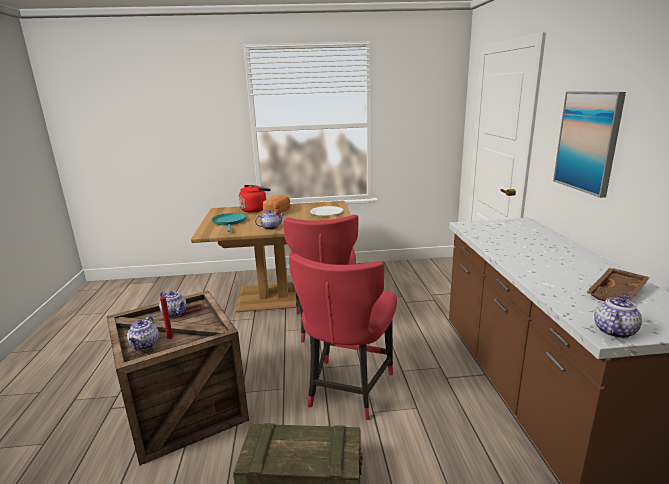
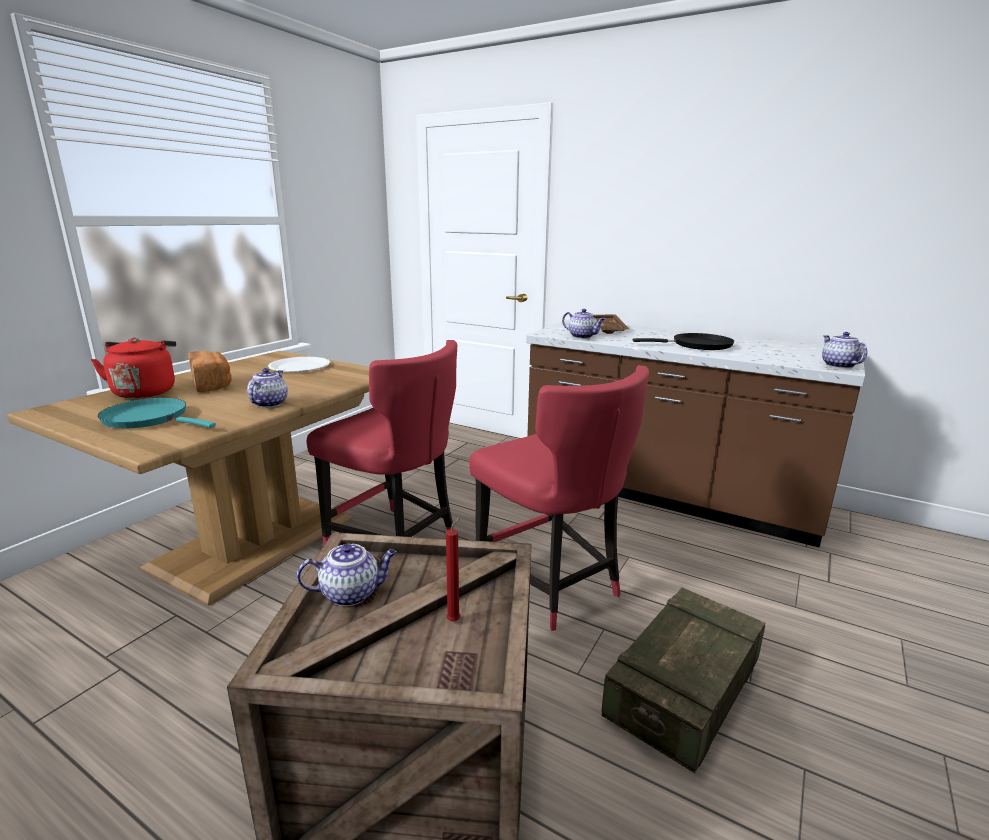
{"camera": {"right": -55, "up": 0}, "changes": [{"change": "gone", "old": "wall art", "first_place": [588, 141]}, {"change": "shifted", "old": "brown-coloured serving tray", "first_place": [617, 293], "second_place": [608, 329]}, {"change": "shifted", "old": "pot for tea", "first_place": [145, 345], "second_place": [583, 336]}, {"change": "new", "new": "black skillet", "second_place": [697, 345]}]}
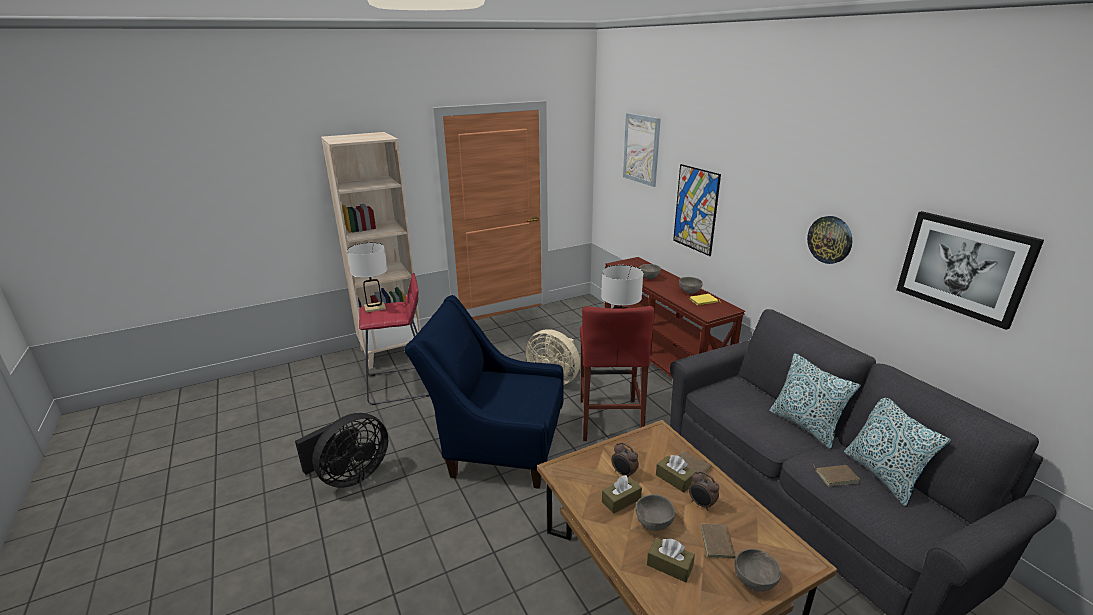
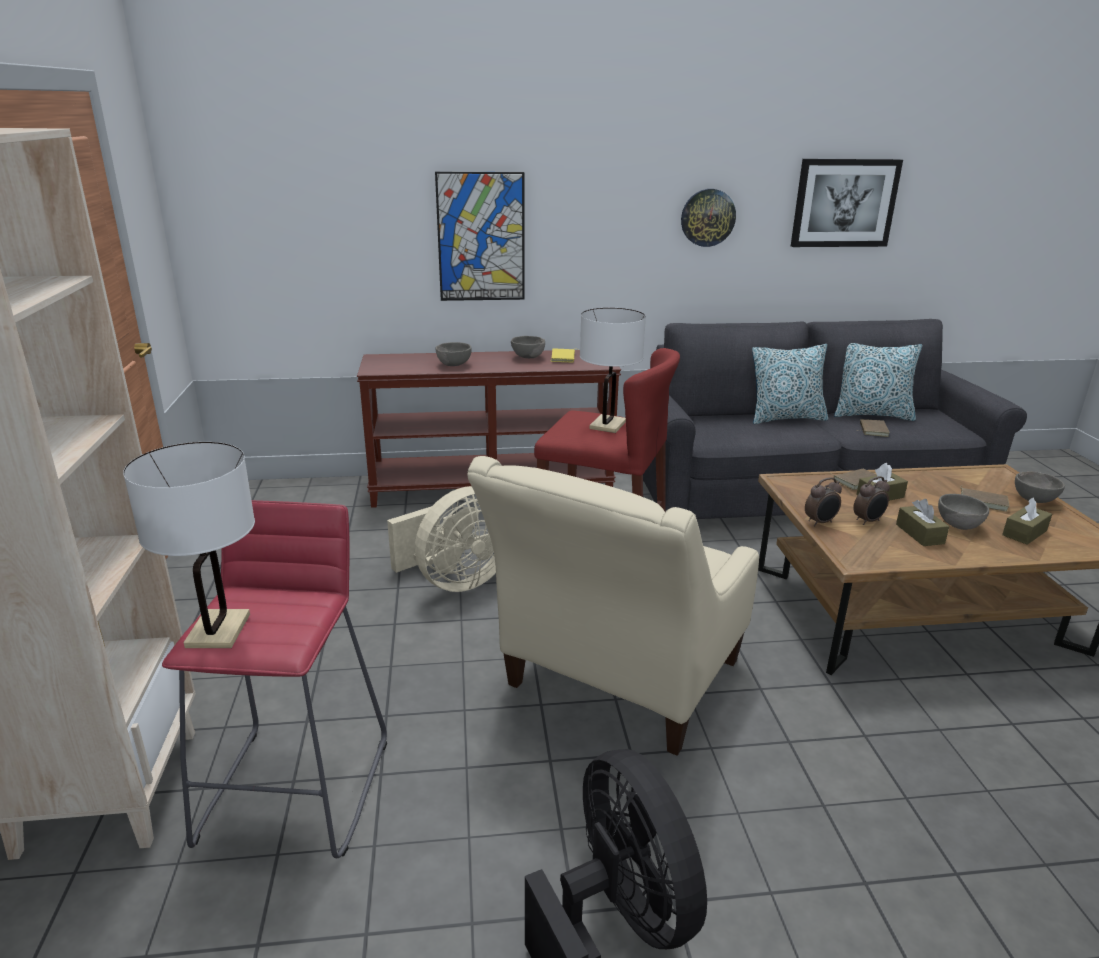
{"camera": {"right": -70, "up": 0}, "changes": [{"change": "gone", "old": "wall art", "first_place": [641, 149]}, {"change": "repainted", "old": "bluish easy chair", "new": "beige easy chair", "first_place": [497, 447], "second_place": [615, 683]}, {"change": "shifted", "old": "alarm clock", "first_place": [701, 504], "second_place": [820, 522]}]}
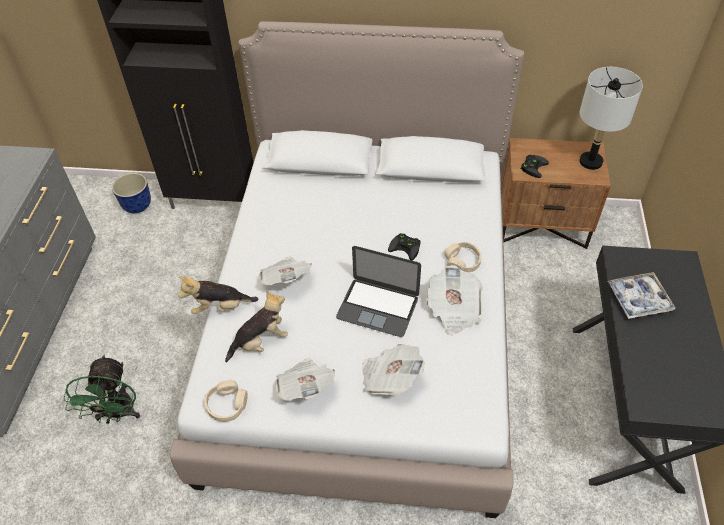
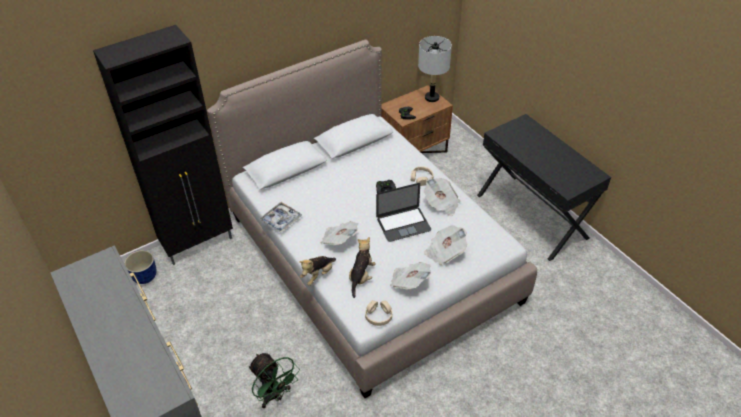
{"camera": {"right": -40, "up": -5}, "changes": [{"change": "shifted", "old": "serving tray", "first_place": [638, 299], "second_place": [281, 220]}]}
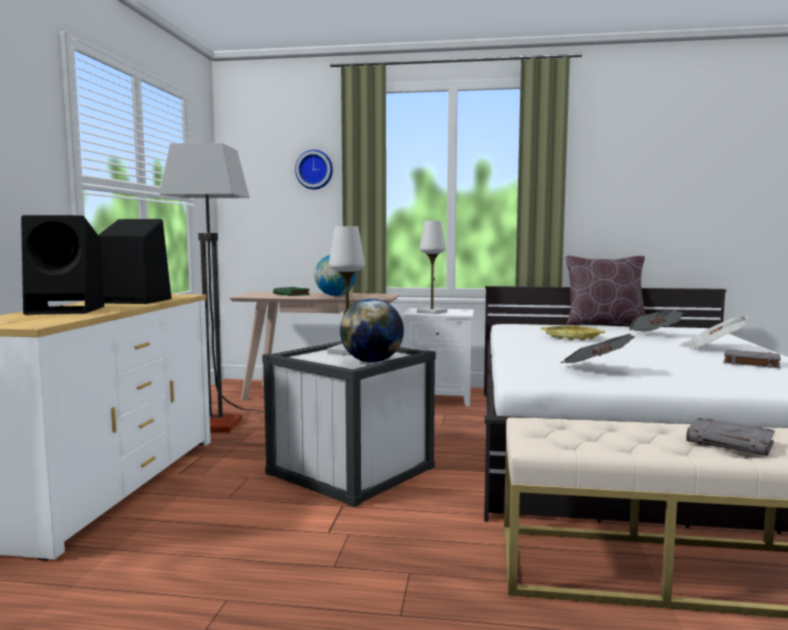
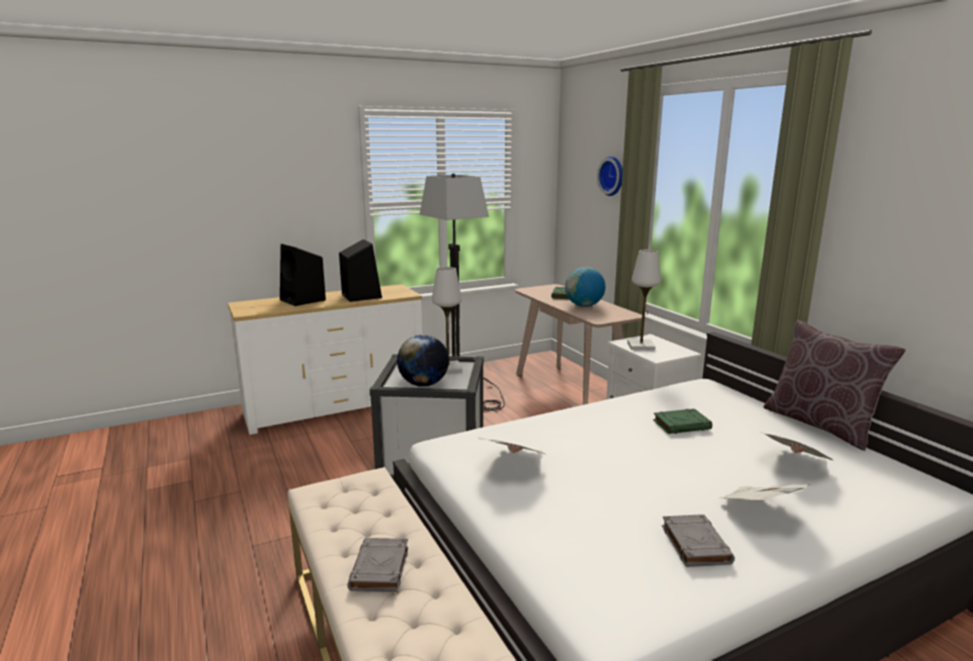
{"camera": {"right": 55, "up": 10}, "changes": [{"change": "swapped", "old": "yellowish serving tray", "new": "greenish volume", "first_place": [571, 337], "second_place": [682, 425]}]}
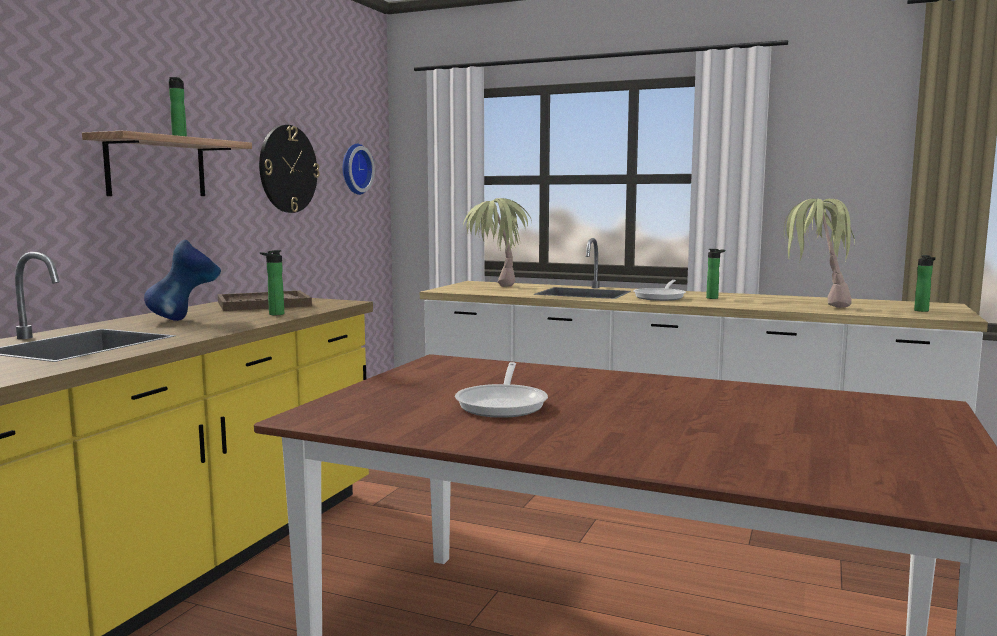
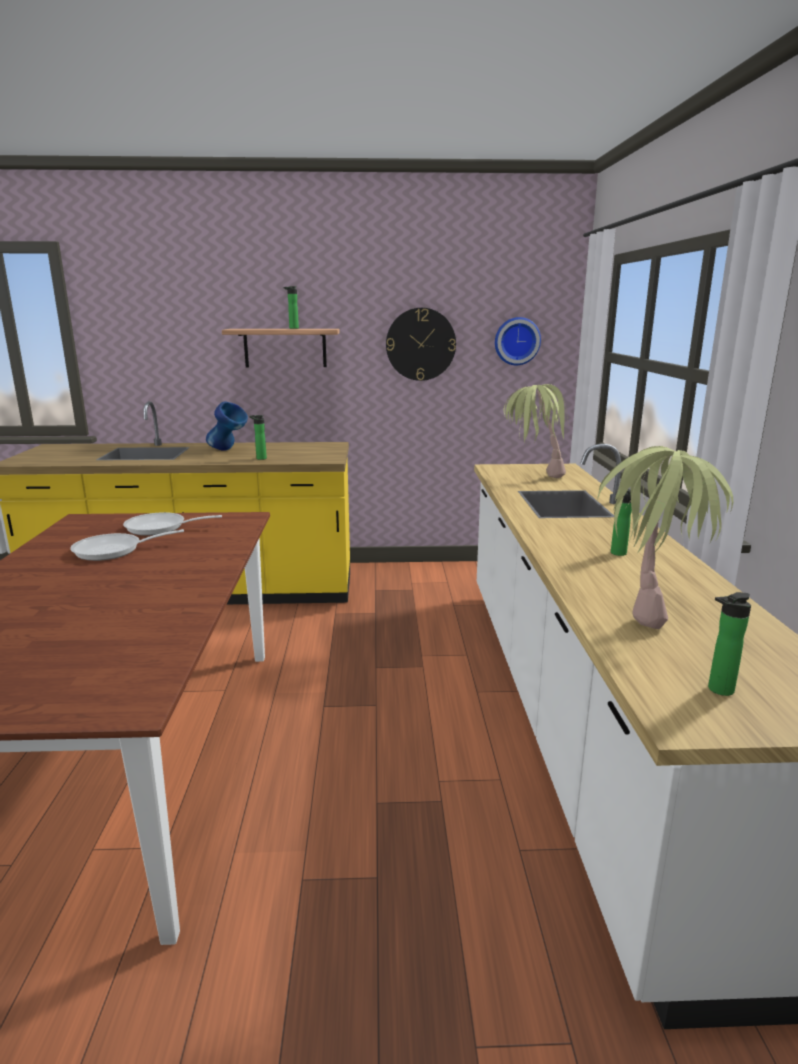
{"camera": {"right": 65, "up": 10}, "changes": [{"change": "shifted", "old": "skillet", "first_place": [661, 297], "second_place": [161, 528]}, {"change": "gone", "old": "brown-coloured serving tray", "first_place": [263, 304]}]}
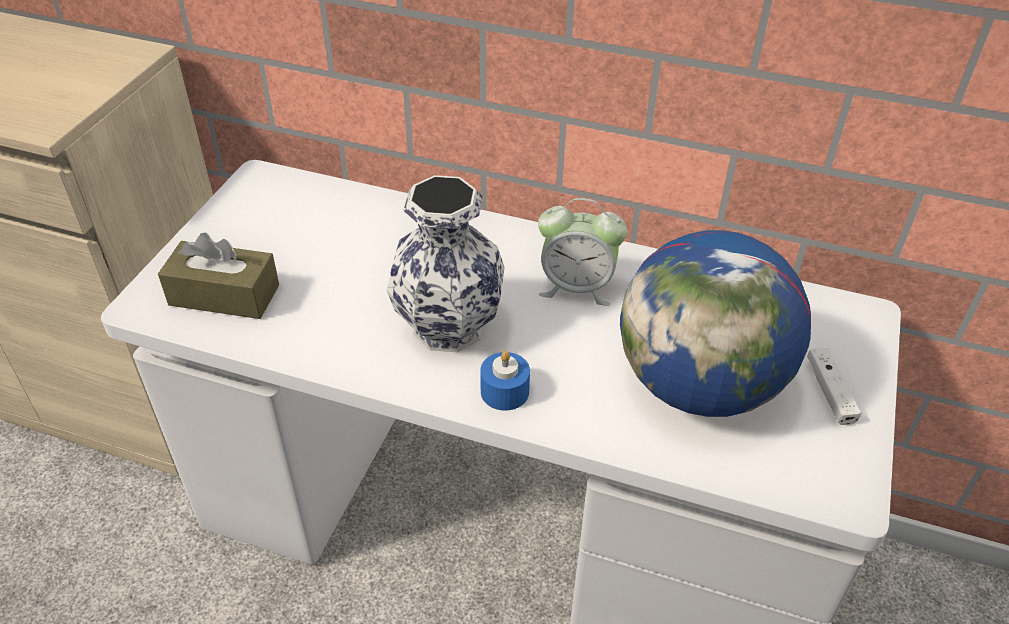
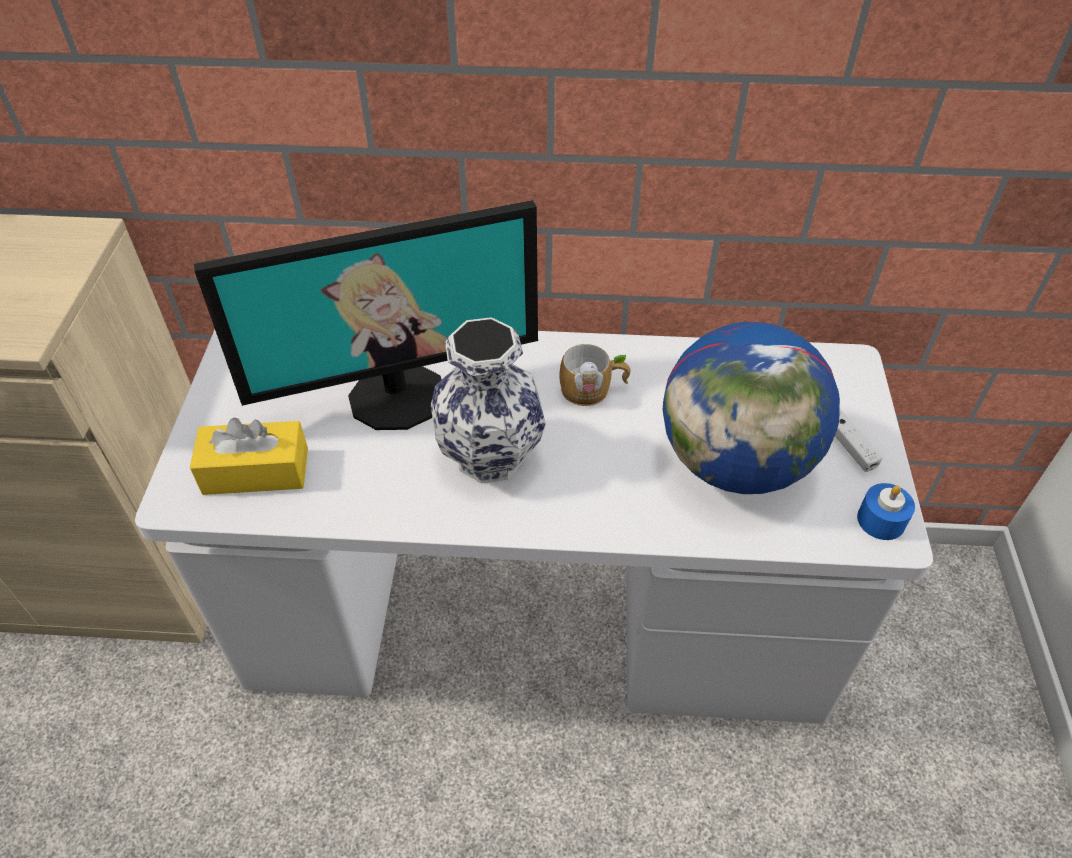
{"camera": {"right": -15, "up": 5}, "changes": [{"change": "swapped", "old": "alarm clock", "new": "mug", "first_place": [577, 287], "second_place": [594, 389]}, {"change": "repainted", "old": "brown-coloured tissue holder", "new": "yellowish tissue holder", "first_place": [224, 295], "second_place": [256, 471]}, {"change": "shifted", "old": "bluish wax candle", "first_place": [504, 391], "second_place": [881, 520]}, {"change": "new", "new": "computer display", "second_place": [397, 395]}]}
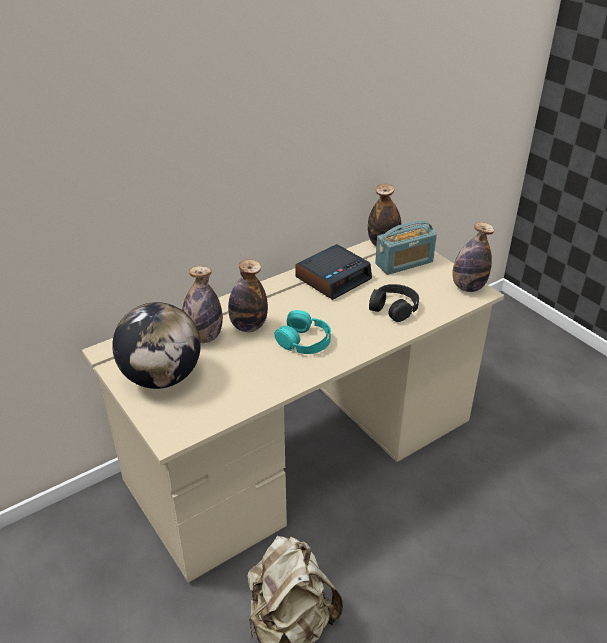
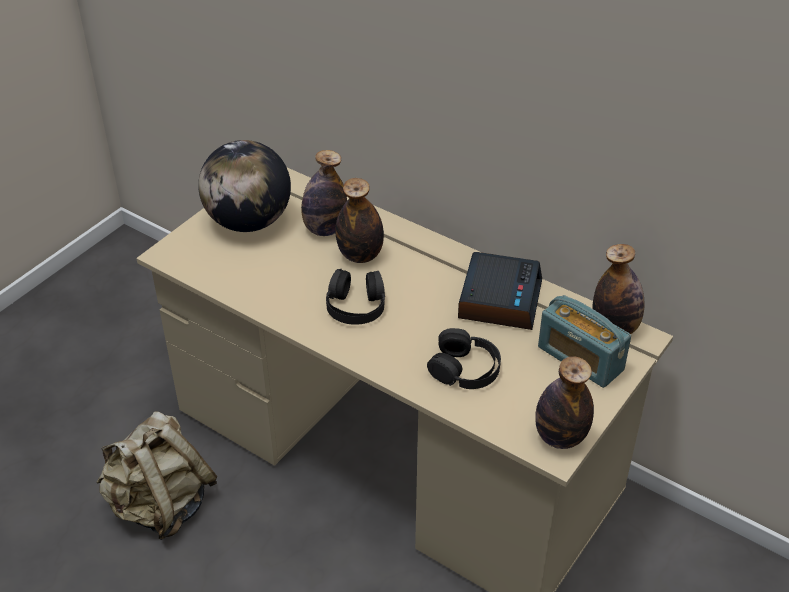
{"camera": {"right": 70, "up": 5}, "changes": [{"change": "rotated", "old": "alarm clock", "first_place": [333, 278], "second_place": [499, 299], "degrees": -105}, {"change": "repainted", "old": "blue-green headphones", "new": "black headphones", "first_place": [304, 340], "second_place": [356, 305]}]}
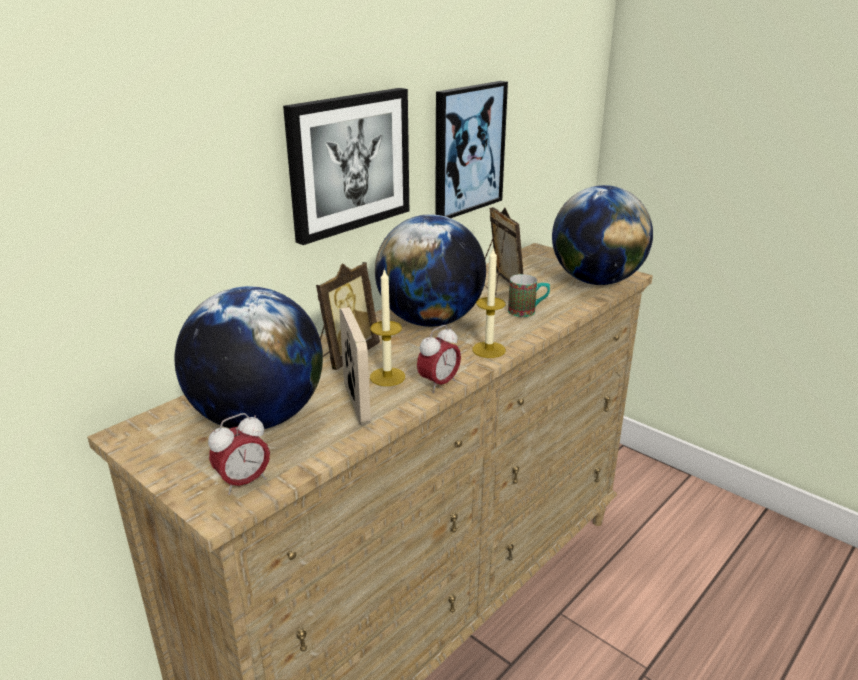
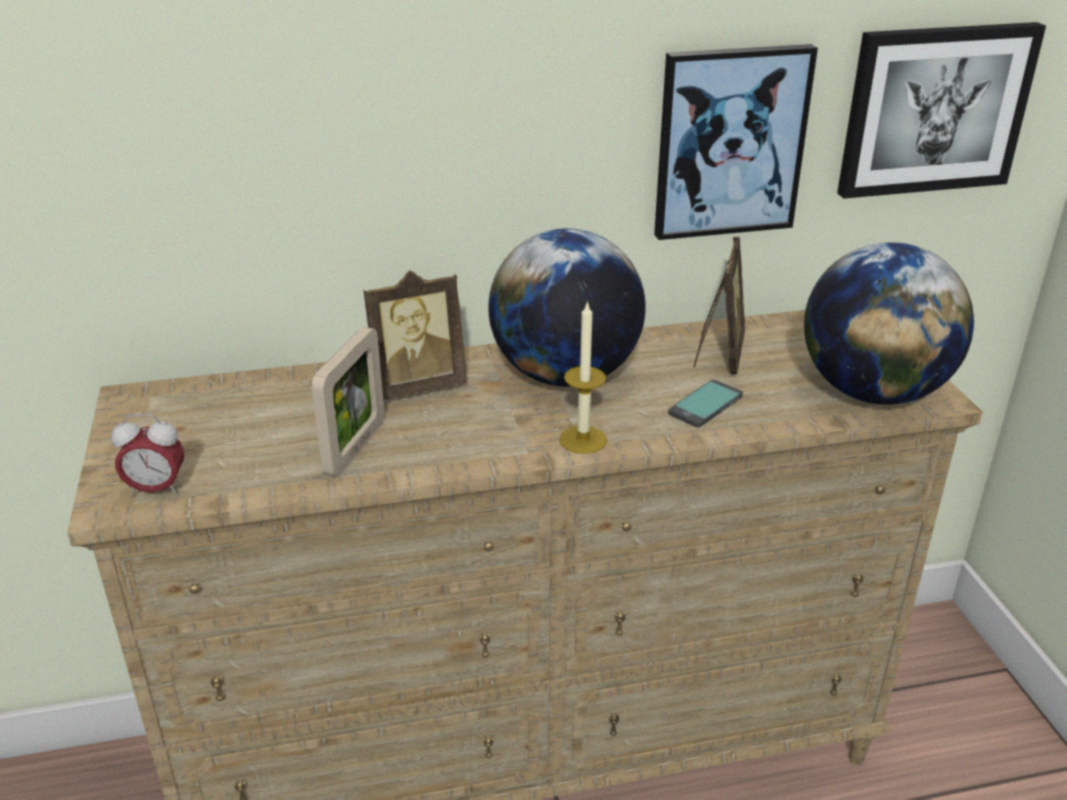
{"camera": {"right": 35, "up": 5}, "changes": [{"change": "shifted", "old": "wall art", "first_place": [348, 163], "second_place": [934, 109]}, {"change": "gone", "old": "wax candle", "first_place": [387, 377]}, {"change": "swapped", "old": "mug", "new": "handset", "first_place": [527, 312], "second_place": [706, 405]}, {"change": "gone", "old": "desk globe", "first_place": [258, 418]}, {"change": "gone", "old": "alarm clock", "first_place": [439, 384]}]}
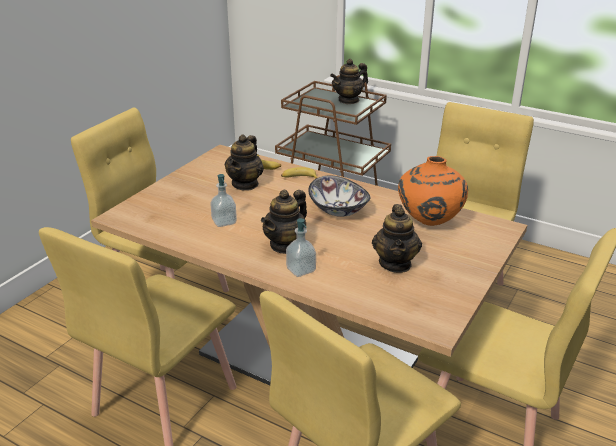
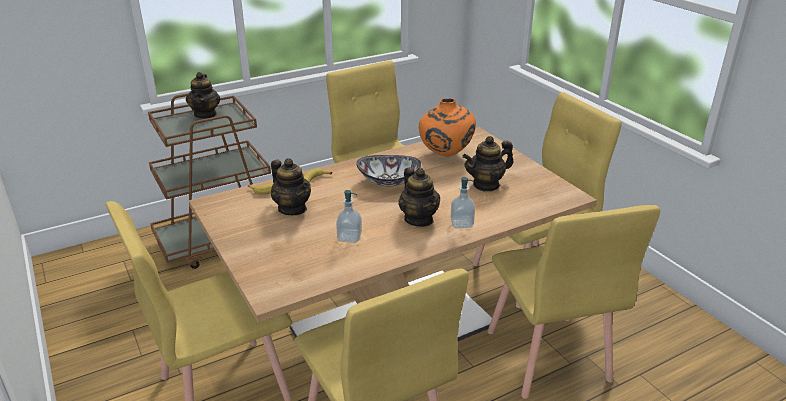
{"camera": {"right": -60, "up": 0}, "changes": [{"change": "rotated", "old": "pot for tea", "first_place": [395, 263], "second_place": [486, 184], "degrees": 120}]}
